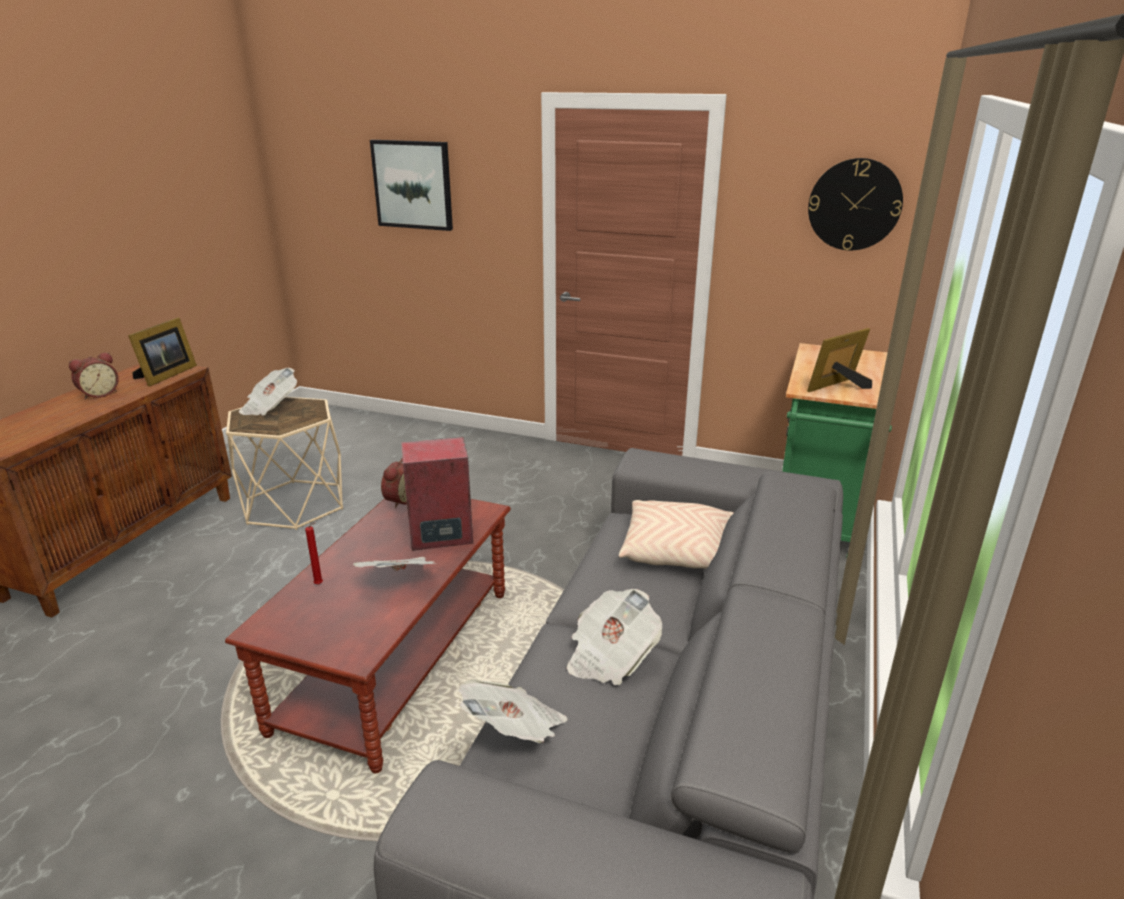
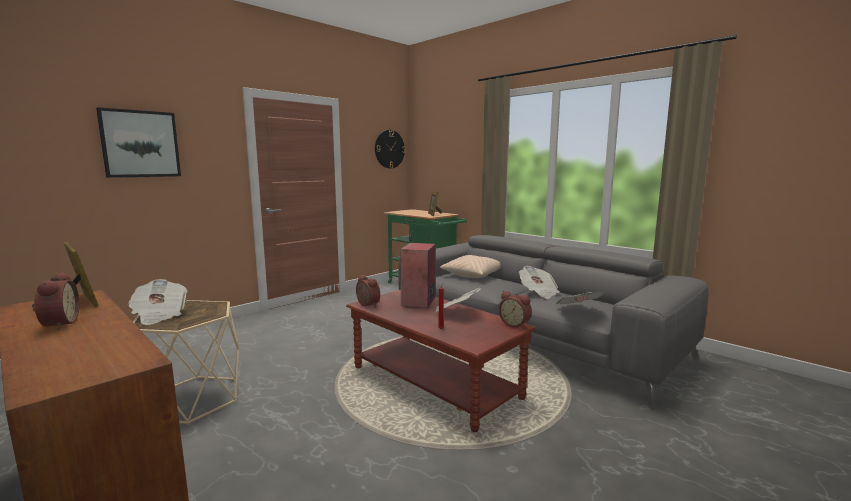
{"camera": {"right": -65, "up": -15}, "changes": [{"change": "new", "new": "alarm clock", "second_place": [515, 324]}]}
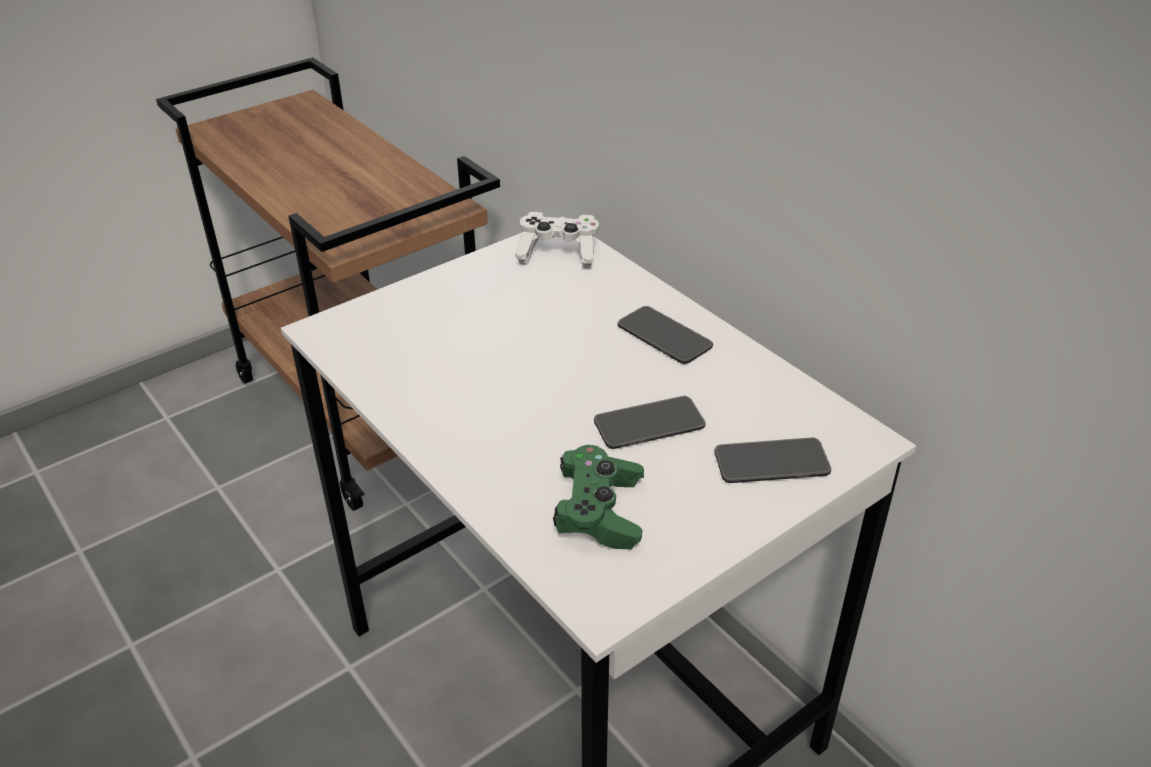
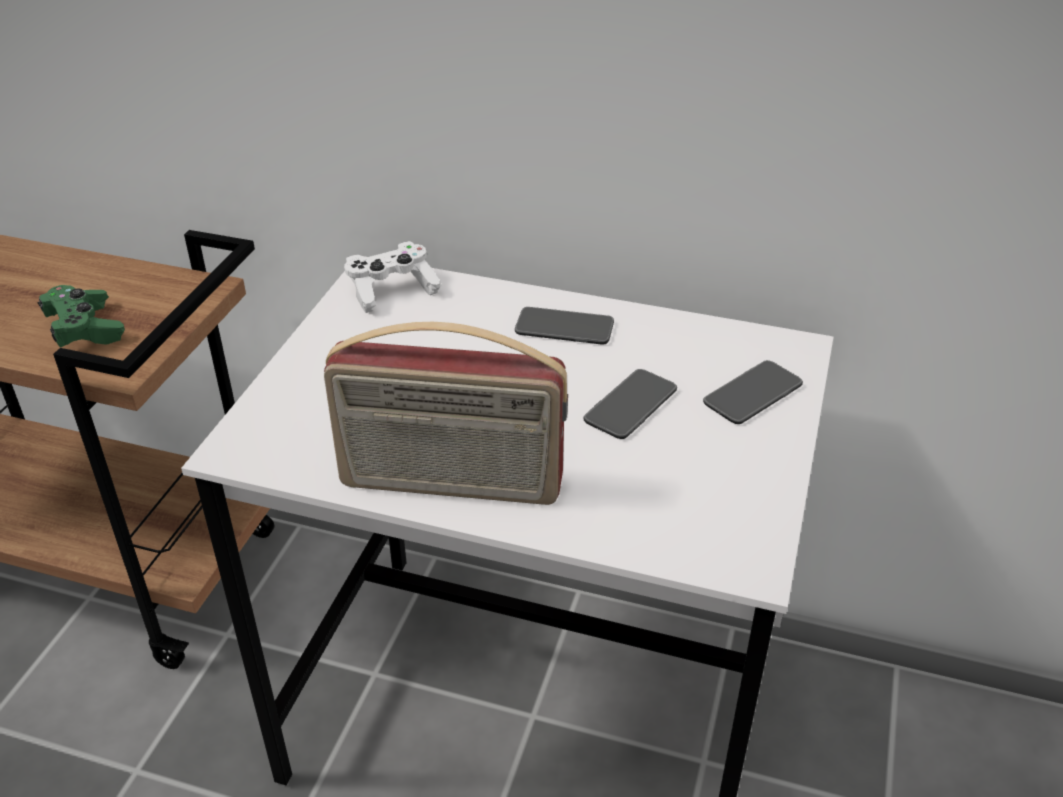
{"camera": {"right": -35, "up": 0}, "changes": [{"change": "shifted", "old": "greenish gamepad", "first_place": [599, 512], "second_place": [85, 329]}, {"change": "new", "new": "radio set", "second_place": [450, 484]}]}
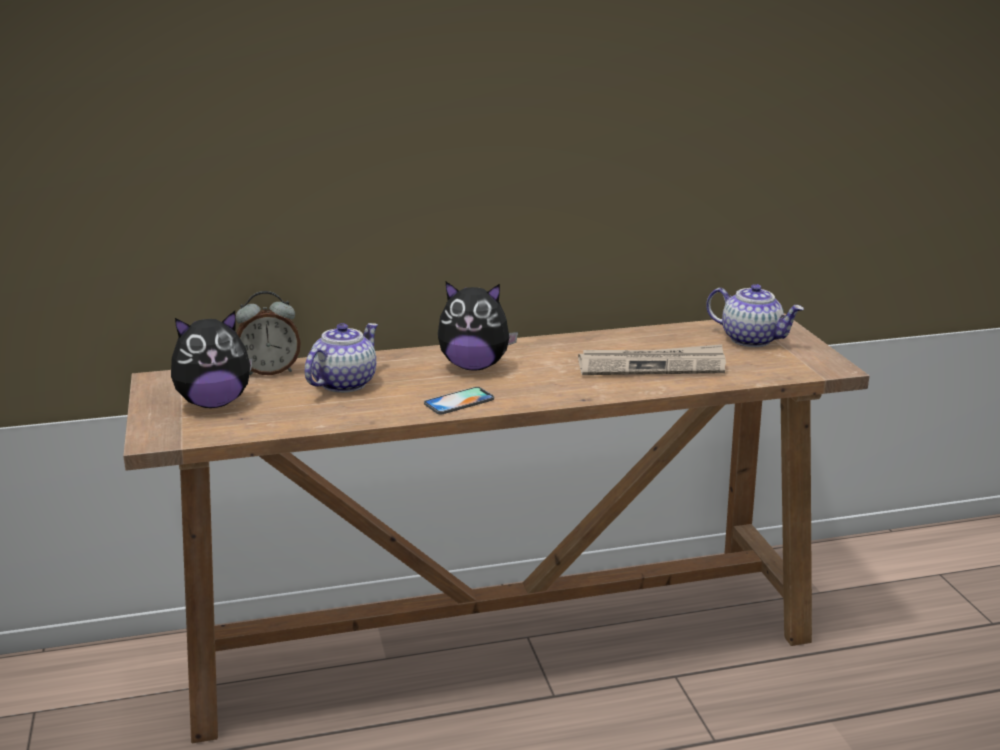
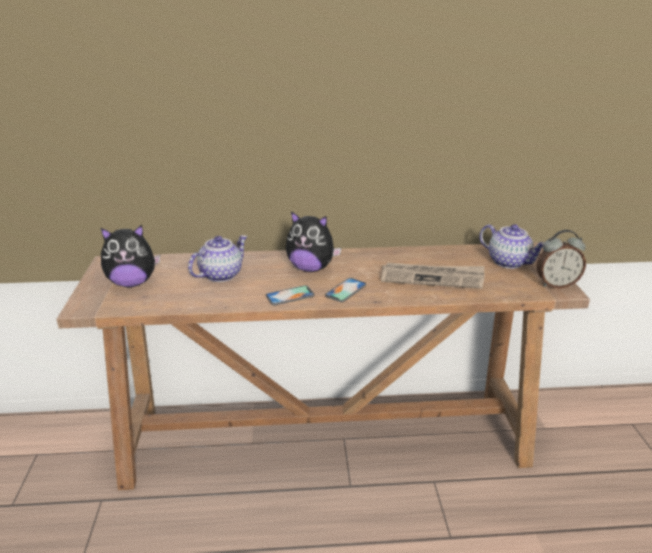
{"camera": {"right": 10, "up": 5}, "changes": [{"change": "shifted", "old": "alarm clock", "first_place": [270, 371], "second_place": [556, 284]}, {"change": "new", "new": "handset", "second_place": [345, 290]}]}
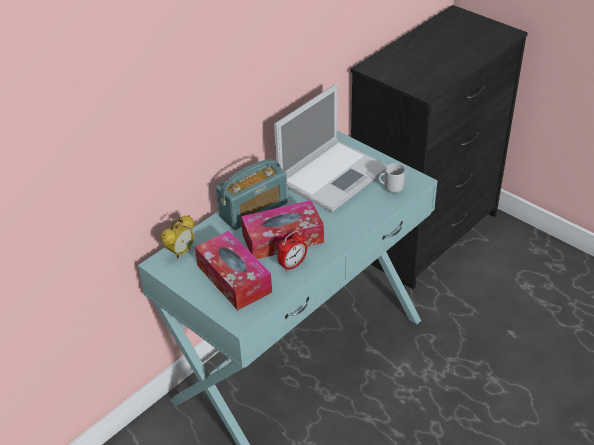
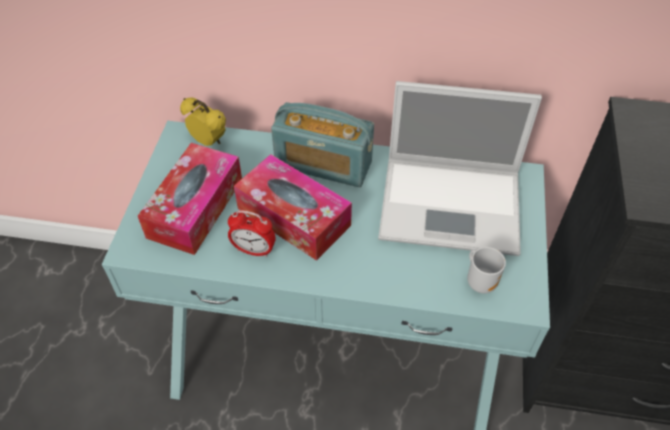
{"camera": {"right": 55, "up": 10}, "changes": [{"change": "rotated", "old": "alarm clock", "first_place": [181, 252], "second_place": [208, 142], "degrees": -150}]}
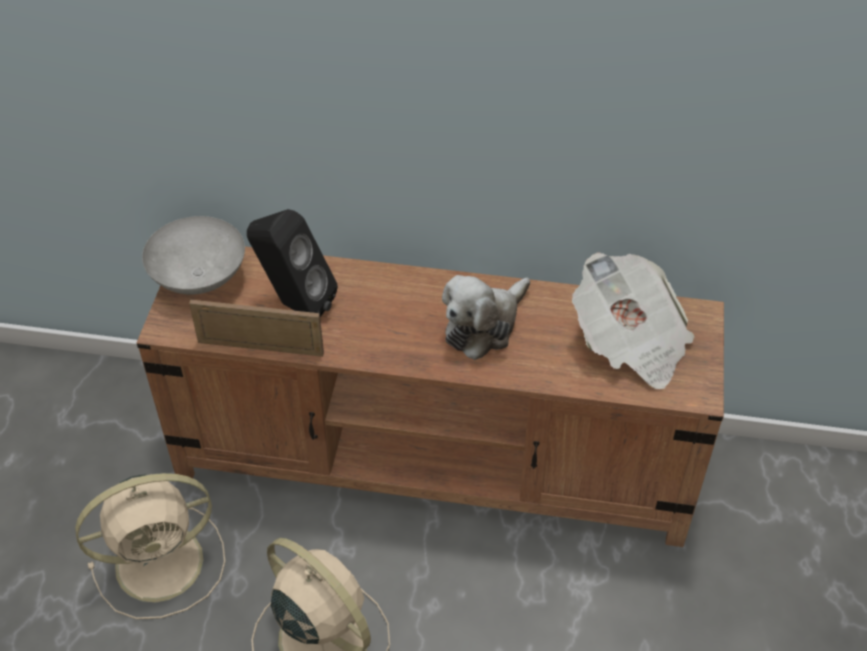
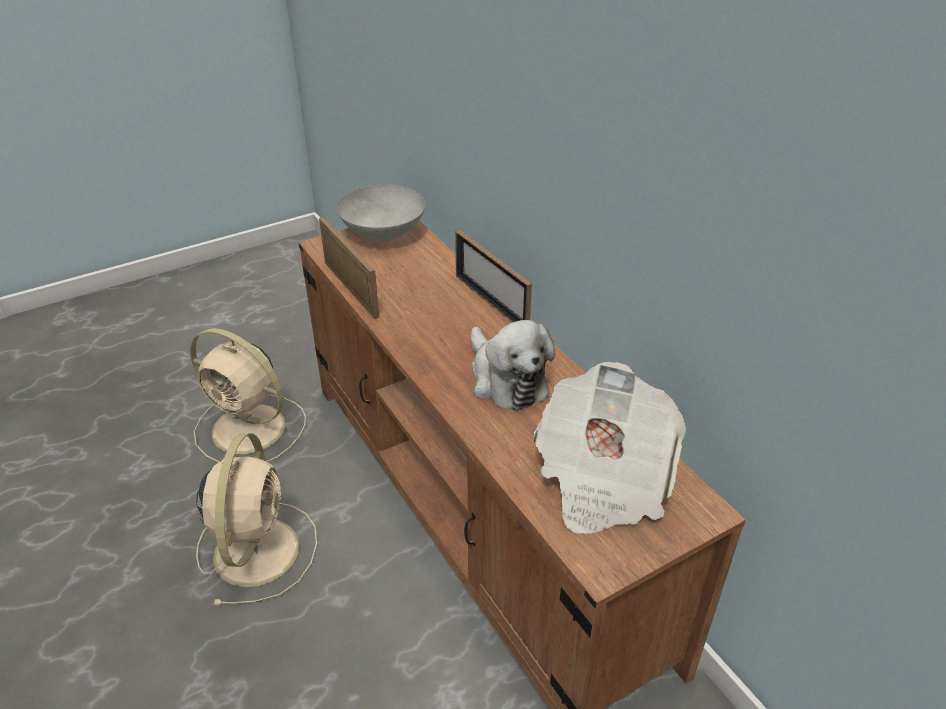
{"camera": {"right": 50, "up": -10}, "changes": [{"change": "gone", "old": "black speaker", "first_place": [294, 304]}, {"change": "rotated", "old": "cuddly toy", "first_place": [484, 325], "second_place": [506, 379], "degrees": -120}, {"change": "new", "new": "photo frame", "second_place": [491, 302]}]}
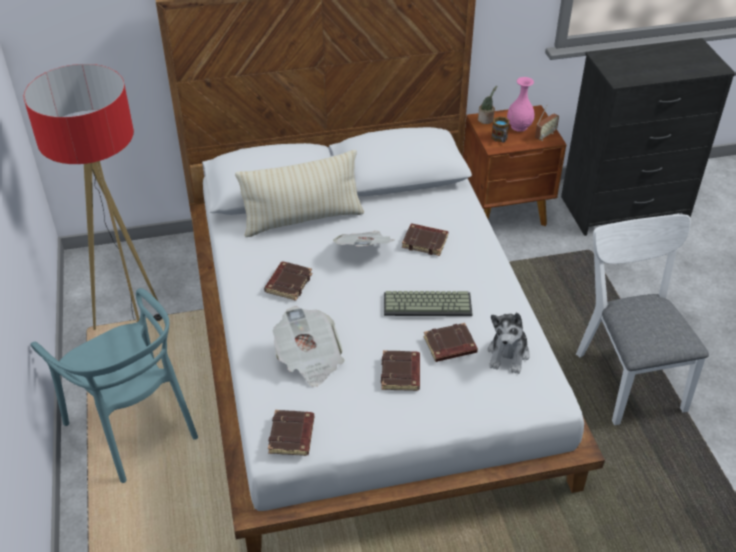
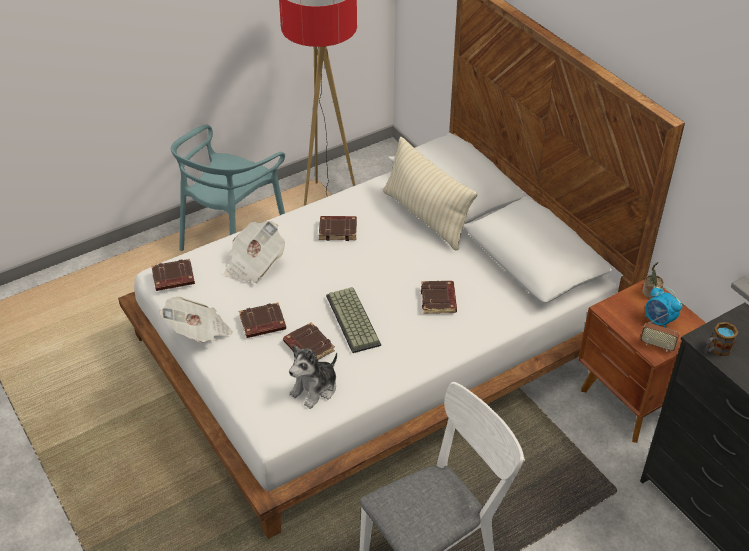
{"camera": {"right": 70, "up": 0}, "changes": [{"change": "swapped", "old": "pink-coloured decorative vase", "new": "alarm clock", "first_place": [519, 126], "second_place": [659, 321]}, {"change": "shifted", "old": "mug", "first_place": [500, 139], "second_place": [716, 349]}, {"change": "shifted", "old": "printed paper", "first_place": [364, 251], "second_place": [199, 332]}, {"change": "rotated", "old": "cuddly toy", "first_place": [508, 354], "second_place": [315, 389], "degrees": -45}]}
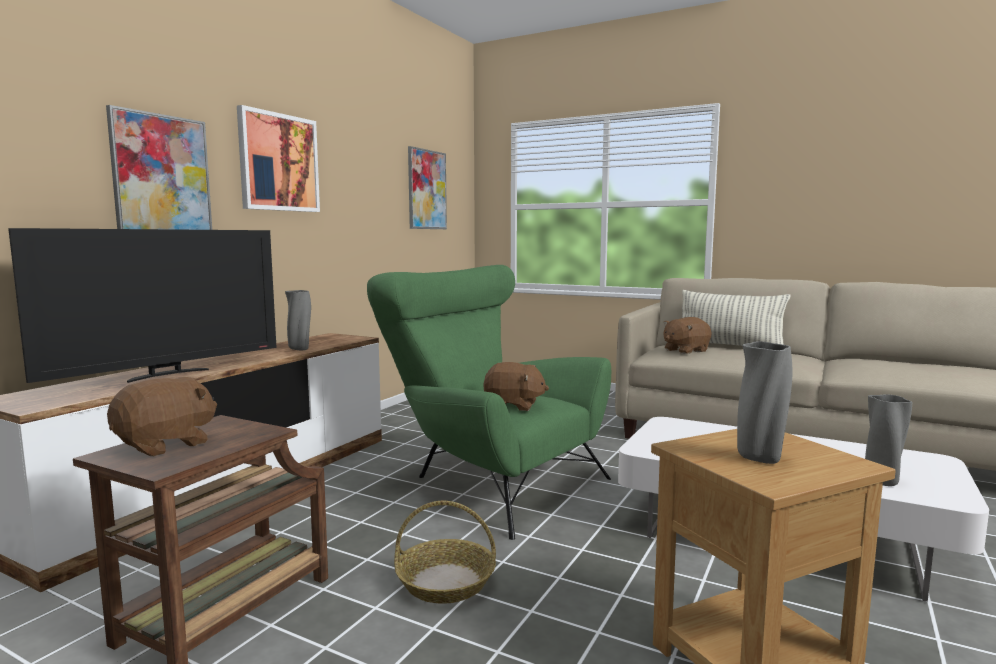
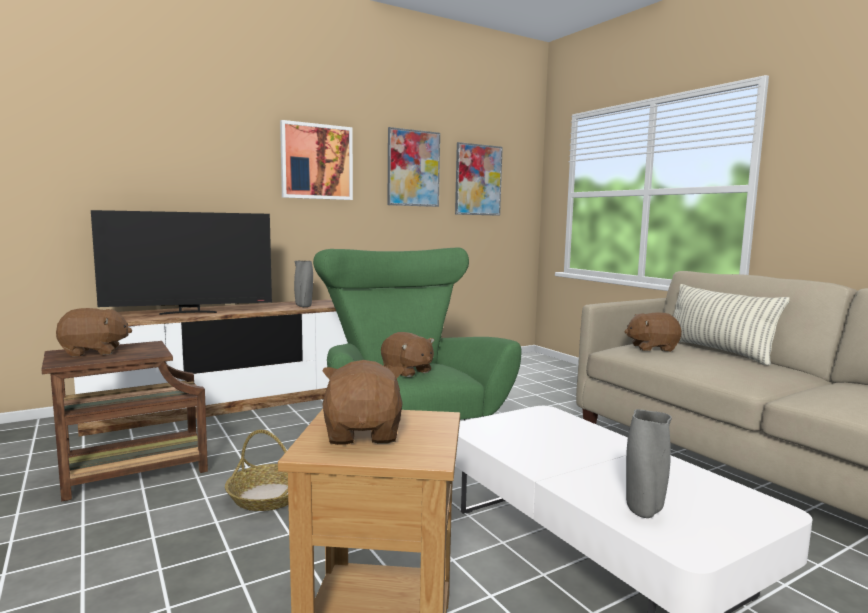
{"camera": {"right": 30, "up": 0}, "changes": [{"change": "shifted", "old": "wall art", "first_place": [162, 180], "second_place": [413, 168]}, {"change": "swapped", "old": "grey decorative vase", "new": "brown-coloured cuddly toy", "first_place": [759, 458], "second_place": [364, 434]}]}
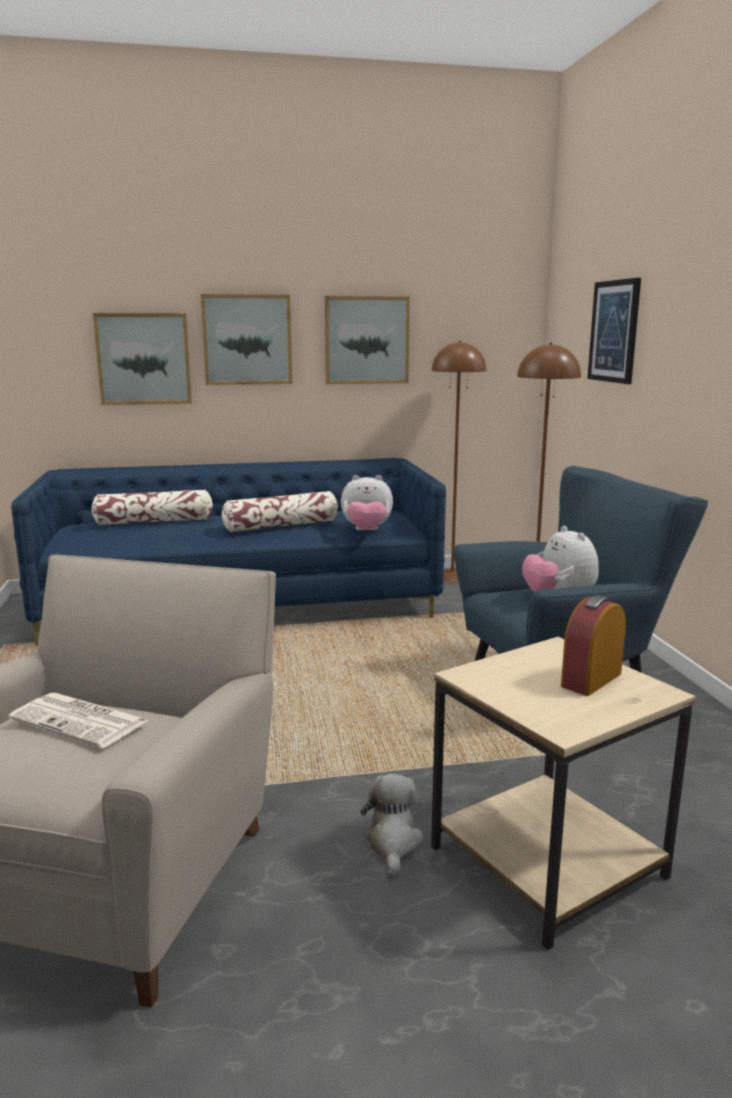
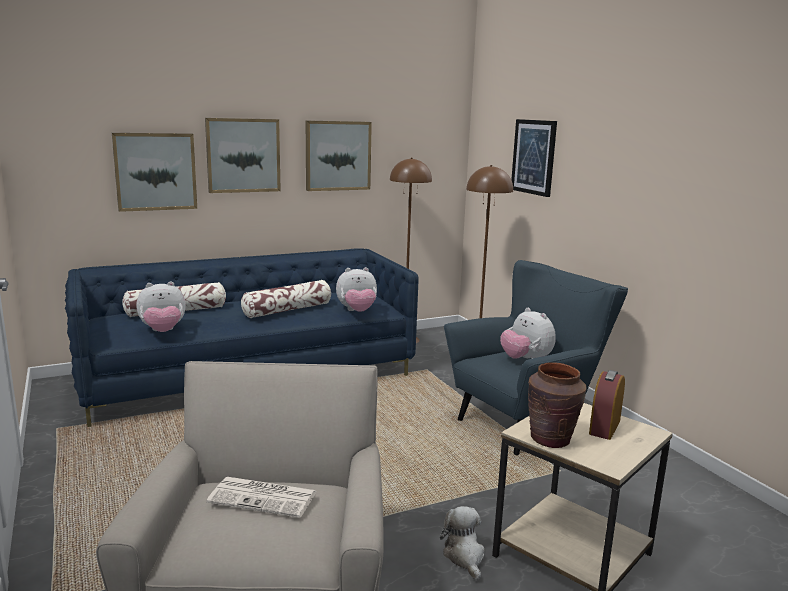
{"camera": {"right": -15, "up": 0}, "changes": [{"change": "new", "new": "cuddly toy", "second_place": [163, 331]}, {"change": "new", "new": "brown-coloured decorative vase", "second_place": [551, 439]}]}
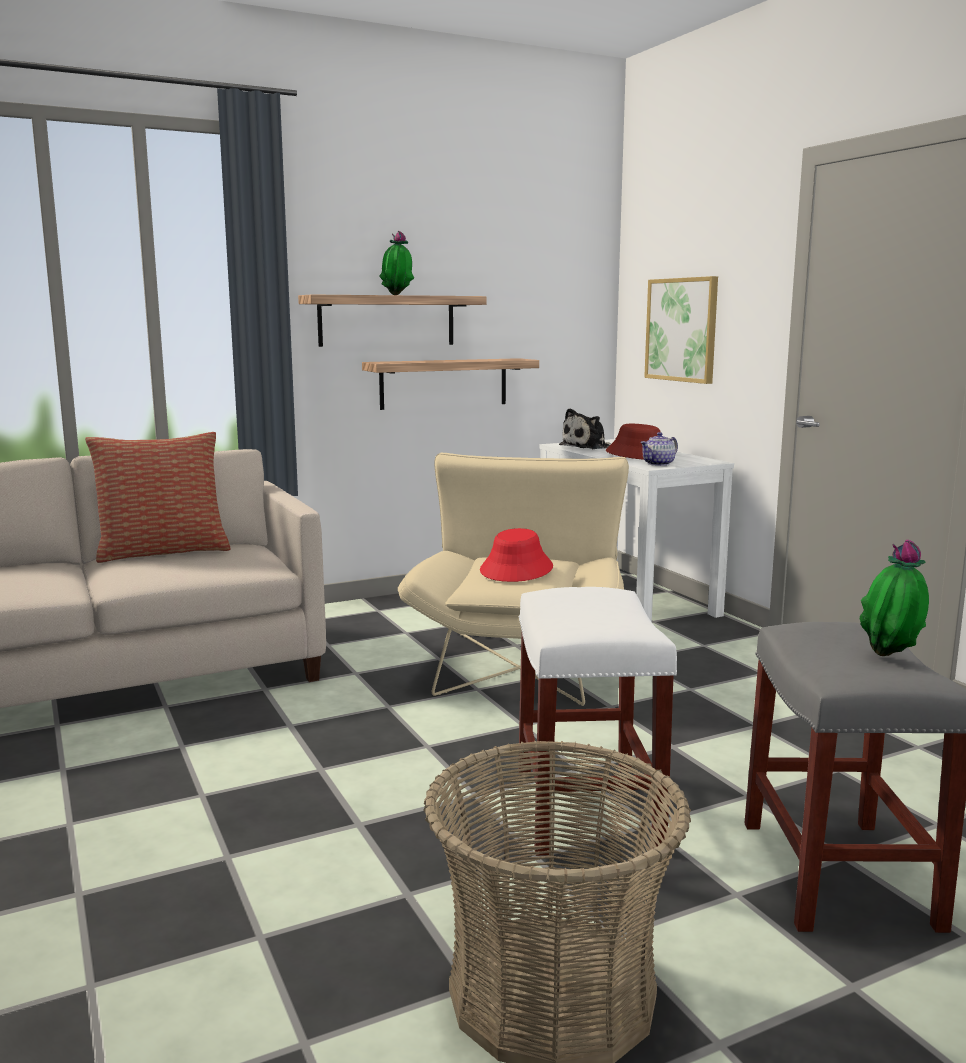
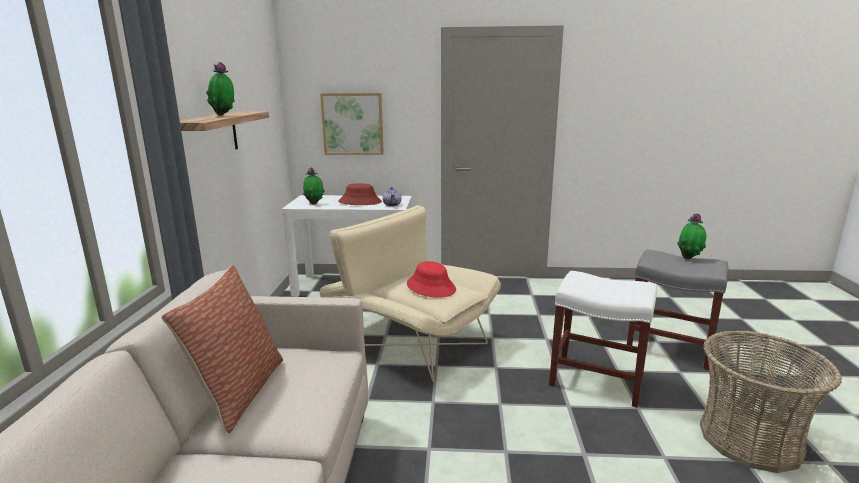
{"camera": {"right": -60, "up": 5}, "changes": [{"change": "gone", "old": "wall shelf", "first_place": [444, 383]}, {"change": "swapped", "old": "cuddly toy", "new": "houseplant", "first_place": [587, 447], "second_place": [314, 203]}]}
